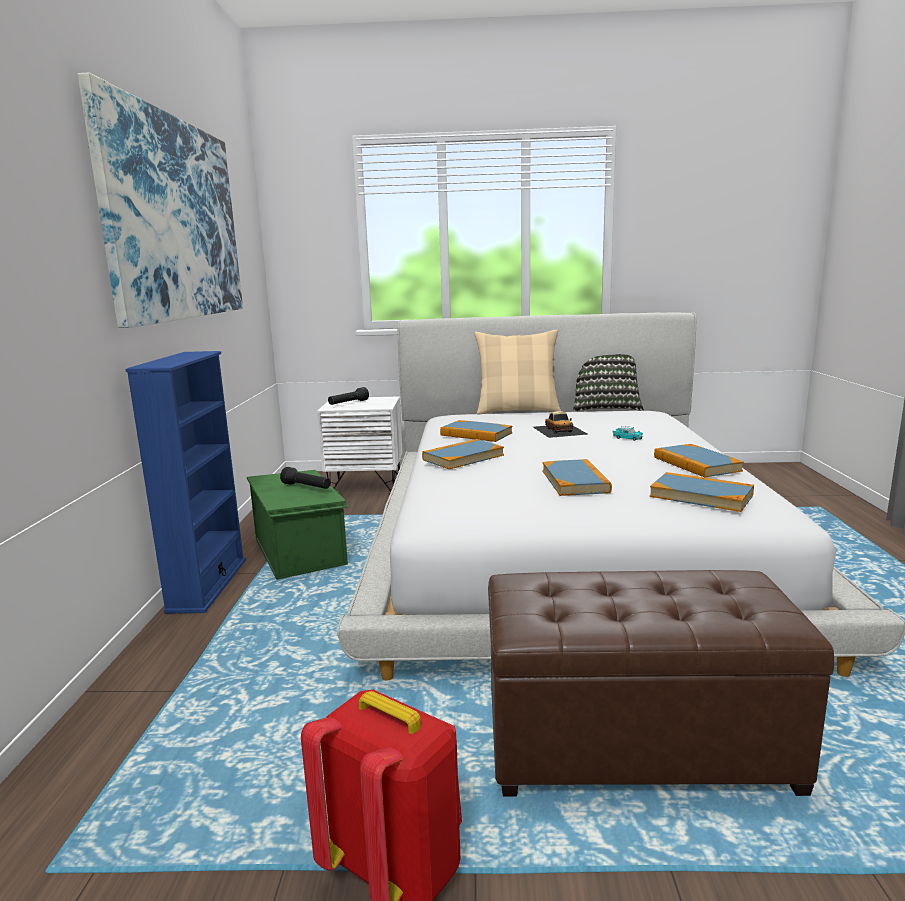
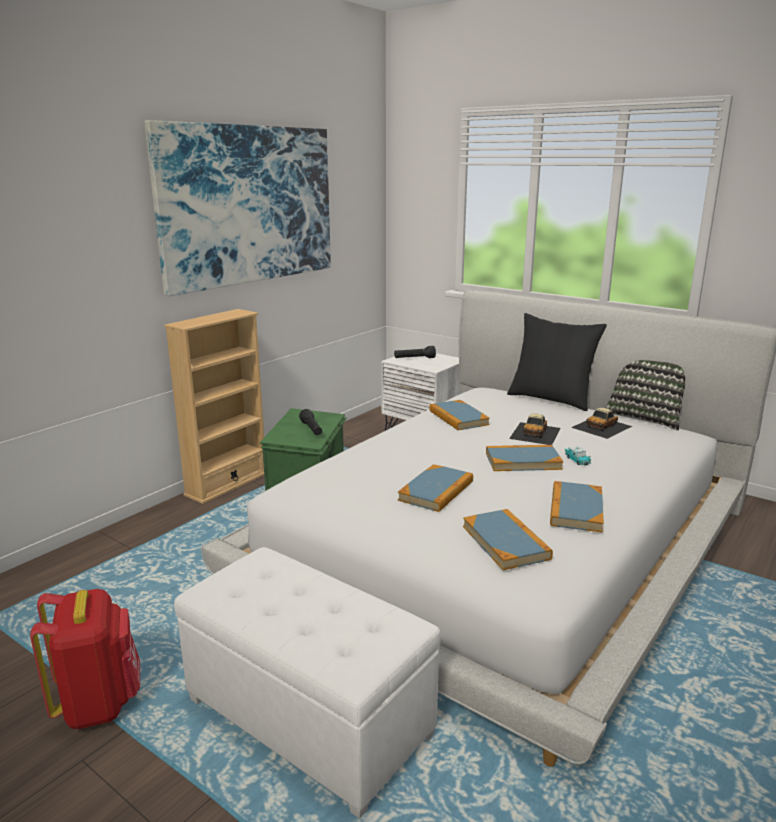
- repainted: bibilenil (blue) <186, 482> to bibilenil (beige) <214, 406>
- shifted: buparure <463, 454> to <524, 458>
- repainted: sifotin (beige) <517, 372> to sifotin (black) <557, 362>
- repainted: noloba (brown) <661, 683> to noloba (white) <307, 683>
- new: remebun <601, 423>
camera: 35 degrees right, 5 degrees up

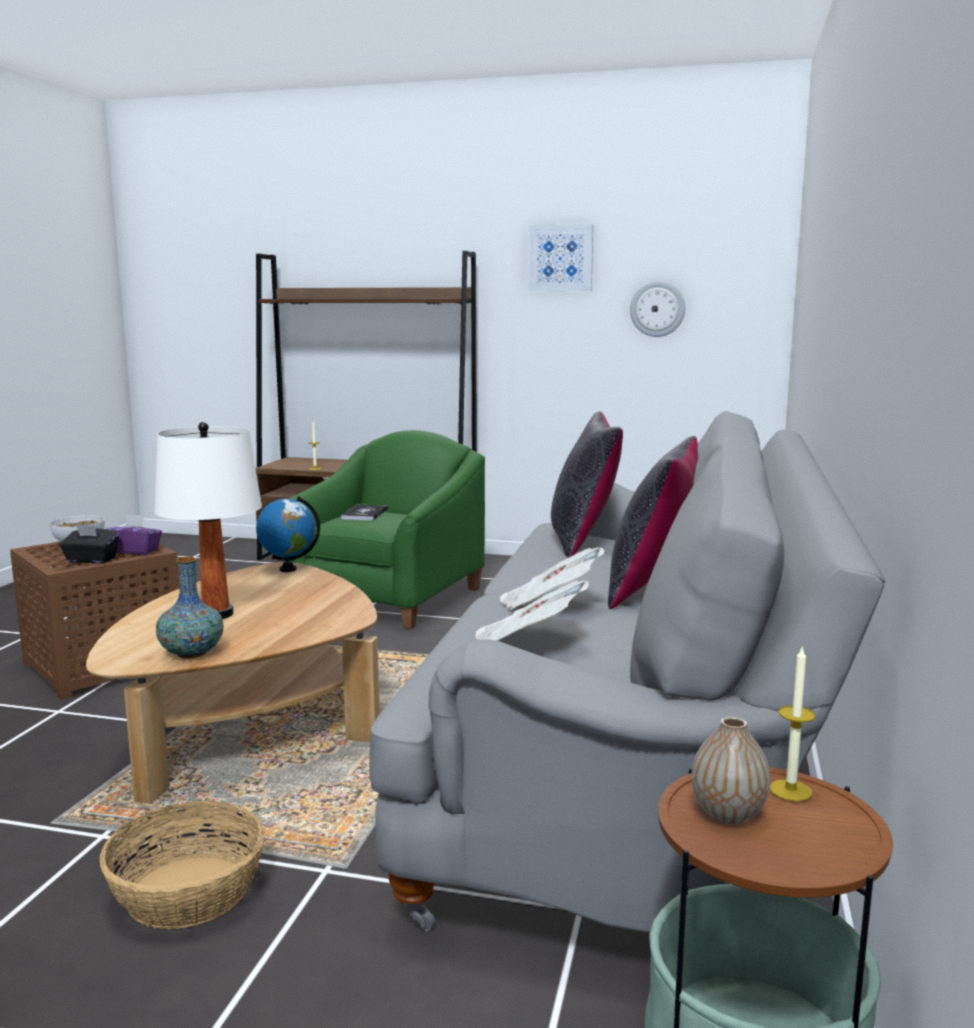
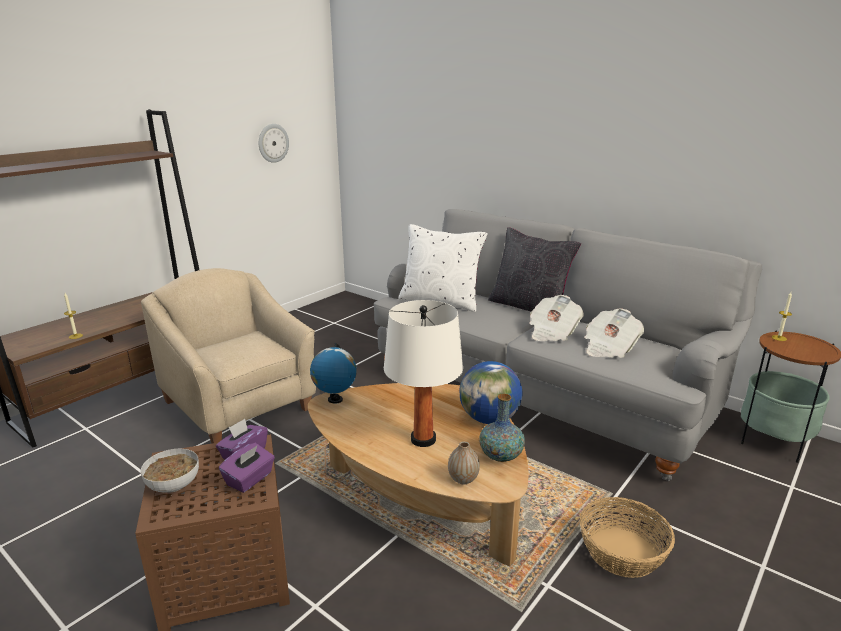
- repainted: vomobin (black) <89, 543> to vomobin (purple) <247, 468>
- repainted: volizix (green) <385, 529> to volizix (beige) <228, 355>
- gone: buparure <364, 512>
- gone: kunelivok <560, 257>
- repainted: sifotin (black) <587, 484> to sifotin (white) <443, 268>
- shifted: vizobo <731, 770> to <464, 462>
- new: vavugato <490, 392>
camera: 65 degrees left, 10 degrees up

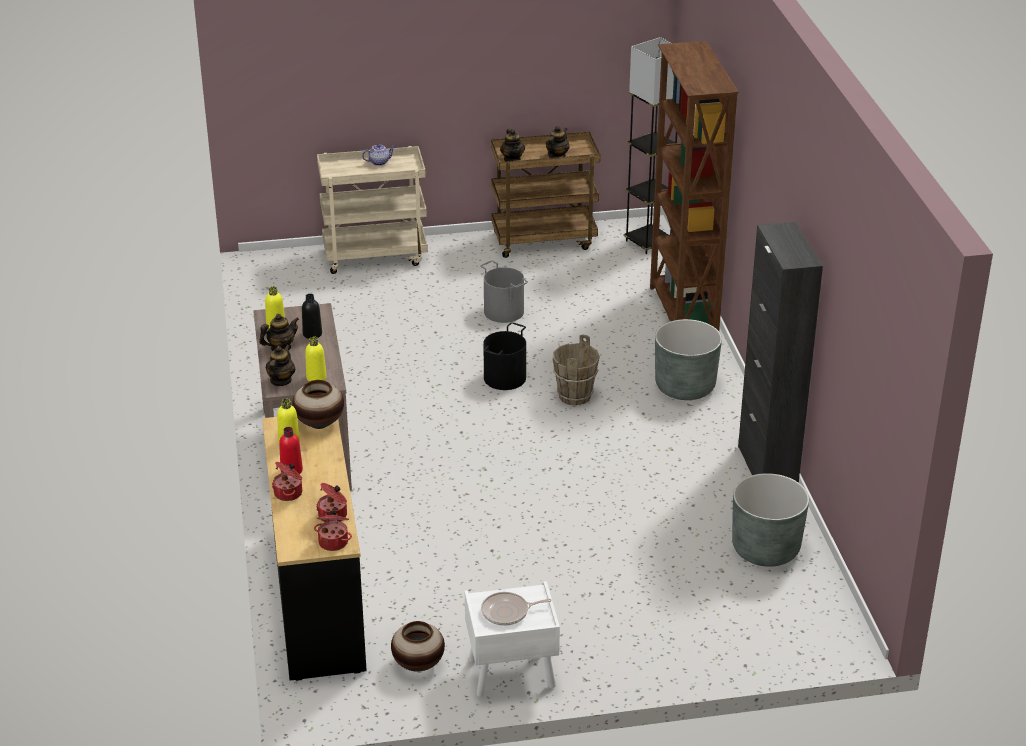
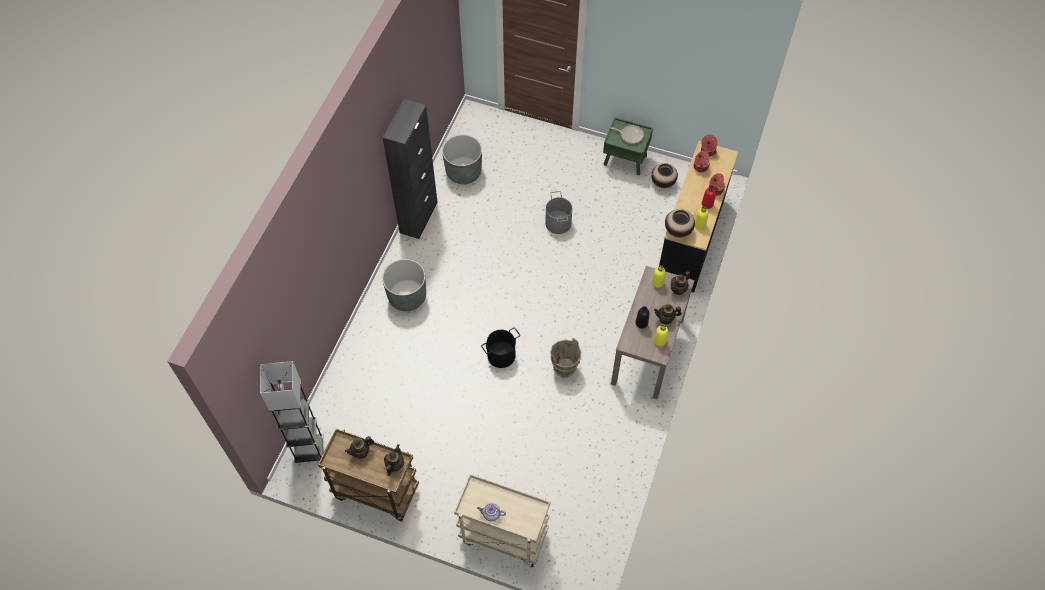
- repainted: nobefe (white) <512, 639> to nobefe (green) <628, 146>
- shifted: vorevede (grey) <504, 291> to <558, 212>
- shifted: vorevede (brown) <576, 370> to <565, 357>
- gone: bibilenil (brown) <694, 186>
camera: 150 degrees left, 25 degrees up

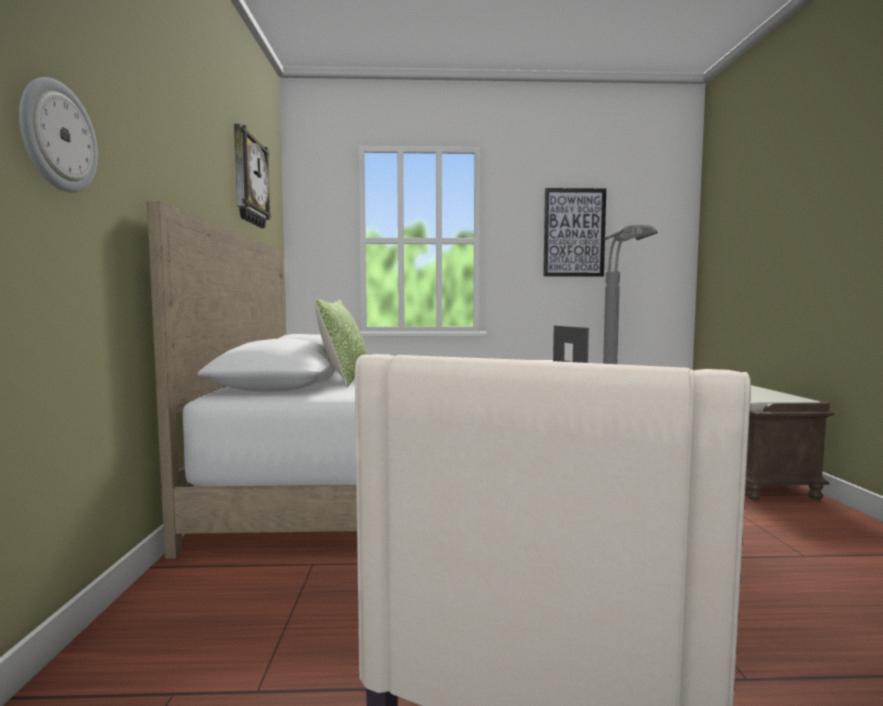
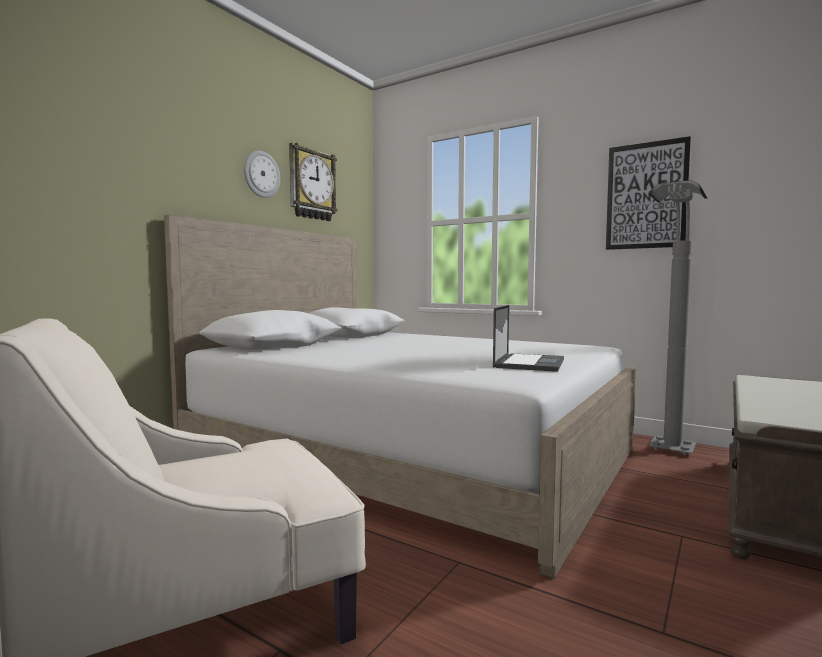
- shifted: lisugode <58, 135> to <262, 174>
- gone: sifotin <340, 342>
camera: 35 degrees right, 0 degrees up

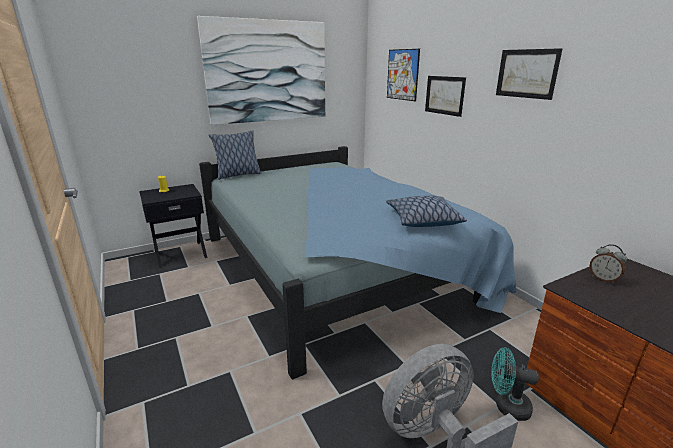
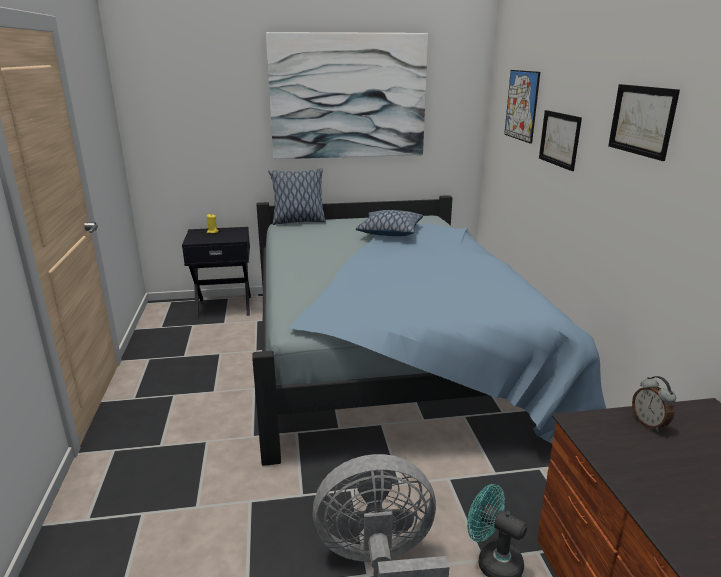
- shifted: sifotin <426, 211> to <389, 223>
camera: 20 degrees right, 0 degrees up

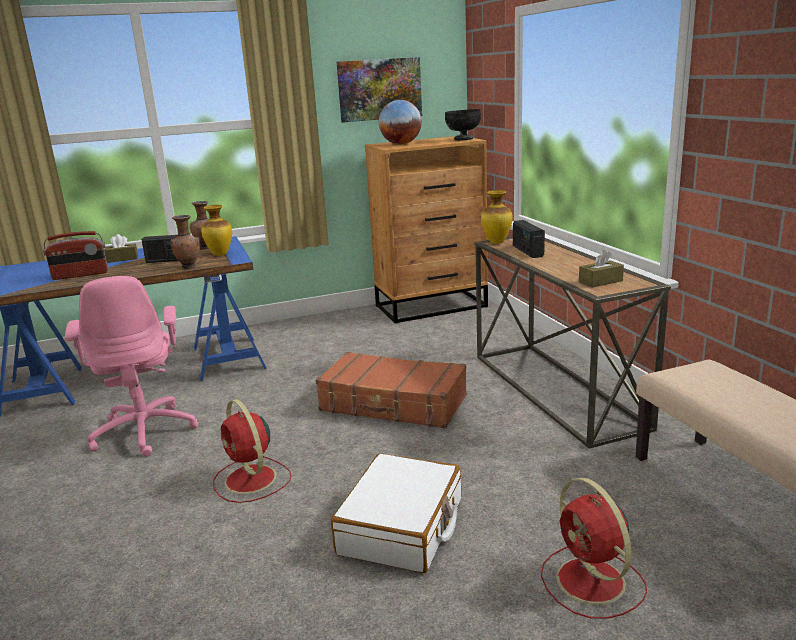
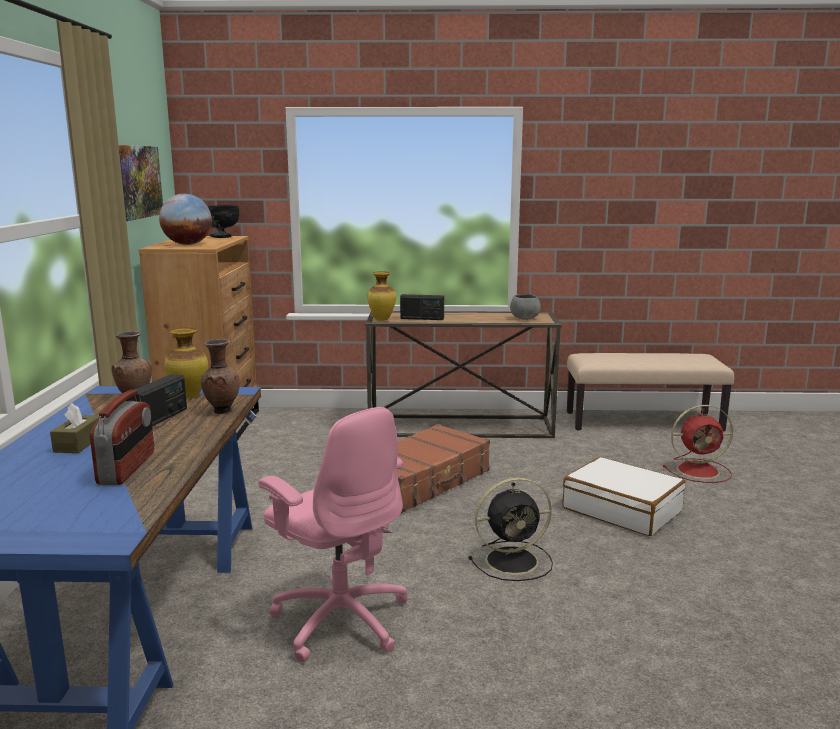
- rotated: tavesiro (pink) <131, 366> = <333, 535> 45 degrees clockwise
- repainted: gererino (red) <252, 451> to gererino (black) <510, 529>
- swapped: vomobin (brown) <601, 269> to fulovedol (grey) <525, 307>
camera: 70 degrees left, 5 degrees down

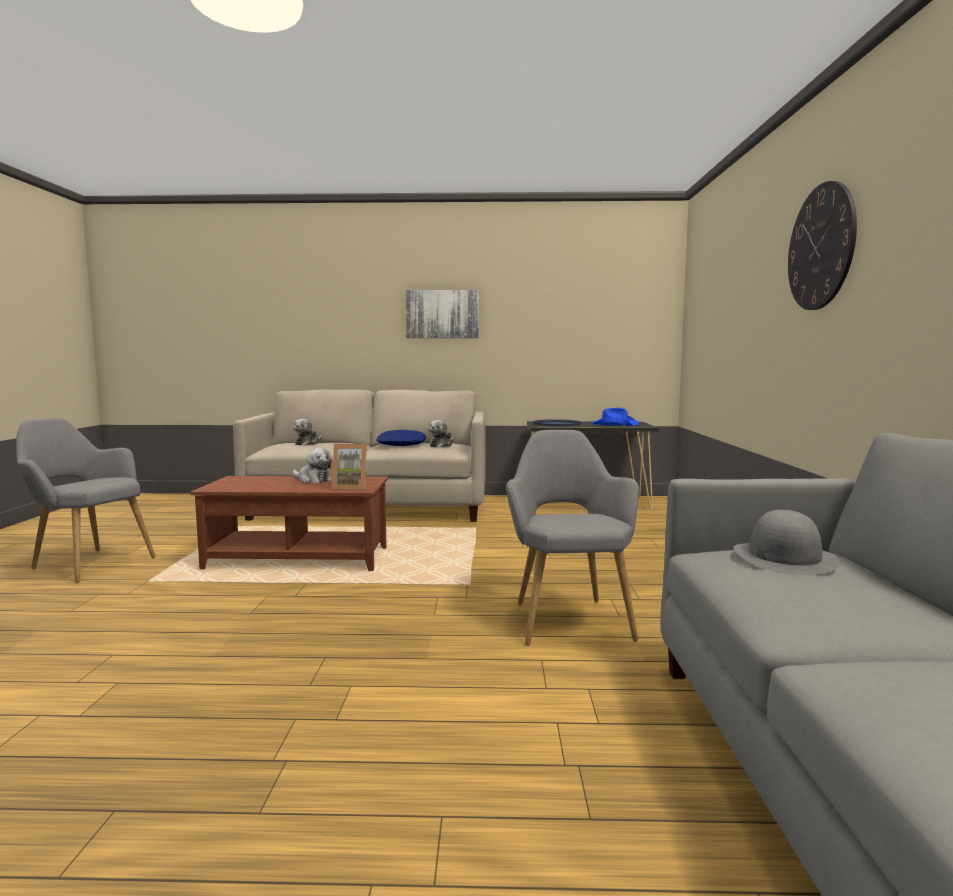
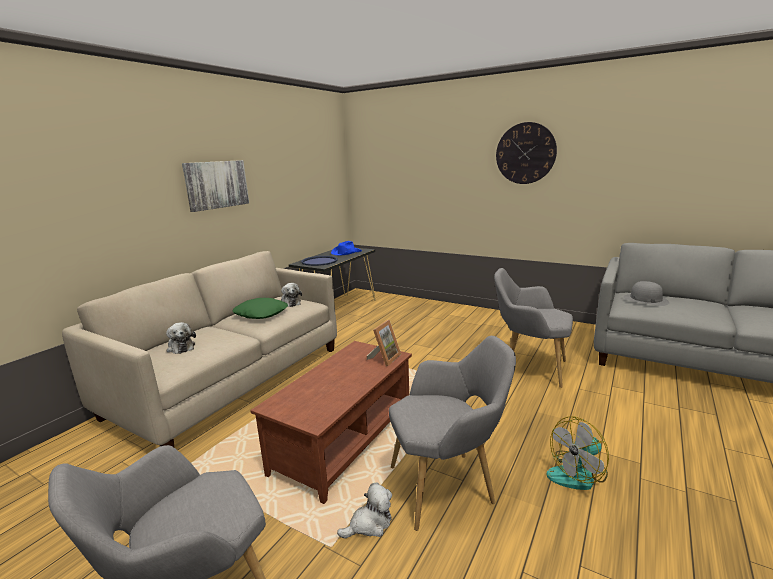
- shifted: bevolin <312, 465> to <364, 510>
- repainted: sifotin (blue) <401, 438> to sifotin (green) <260, 308>
- new: volizix (grey) <452, 433>
- new: gererino <578, 453>
camera: 60 degrees left, 10 degrees up

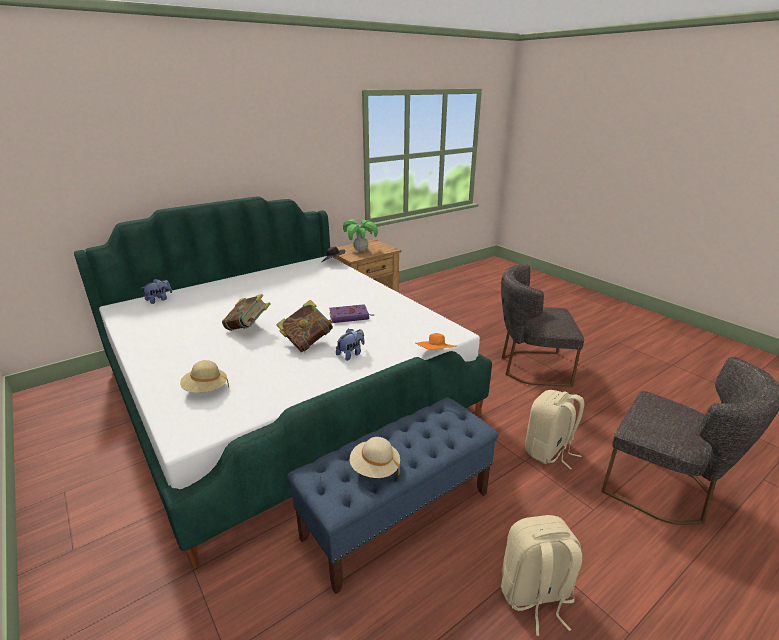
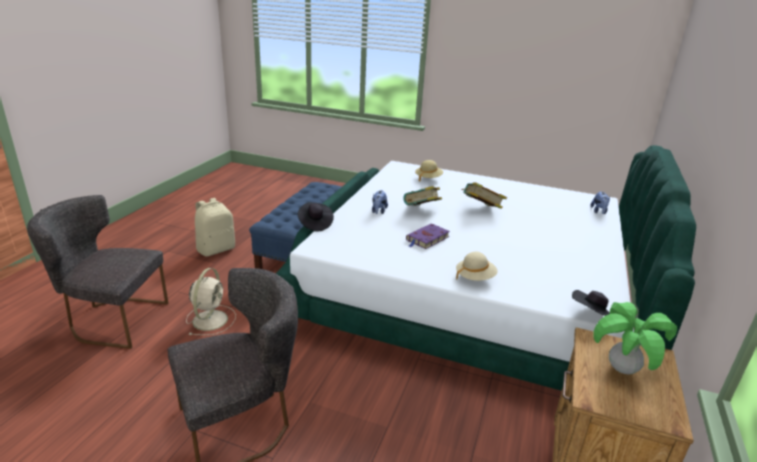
- shifted: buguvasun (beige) <375, 457> to <477, 266>
- repainted: buguvasun (orange) <436, 341> to buguvasun (black) <316, 216>
- swapped: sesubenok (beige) <554, 430> to gererino (beige) <211, 301>
camera: 145 degrees right, 0 degrees up

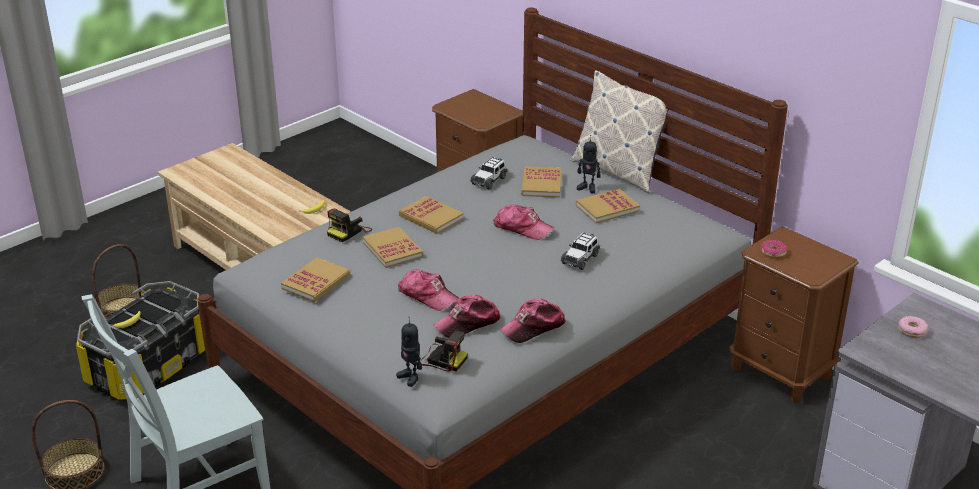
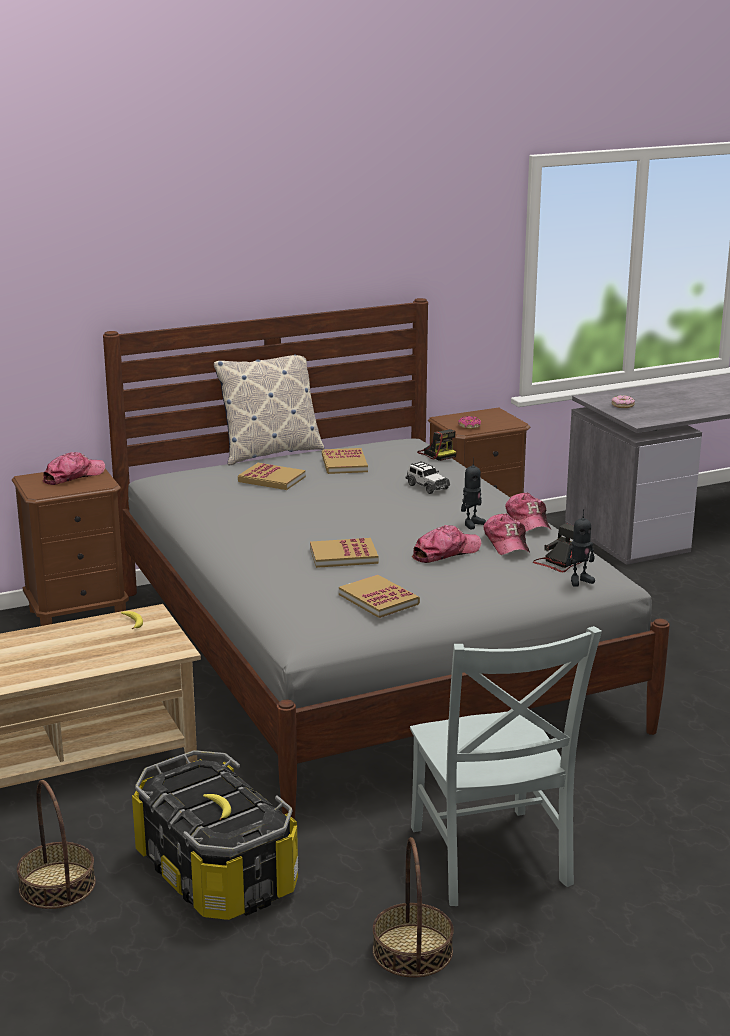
- shifted: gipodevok <349, 225> to <437, 445>
- gone: buparure <431, 215>
- gone: remebun <489, 173>
- shifted: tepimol <523, 222> to <73, 468>
- shifted: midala <589, 164> to <473, 493>
camera: 70 degrees left, 10 degrees down

